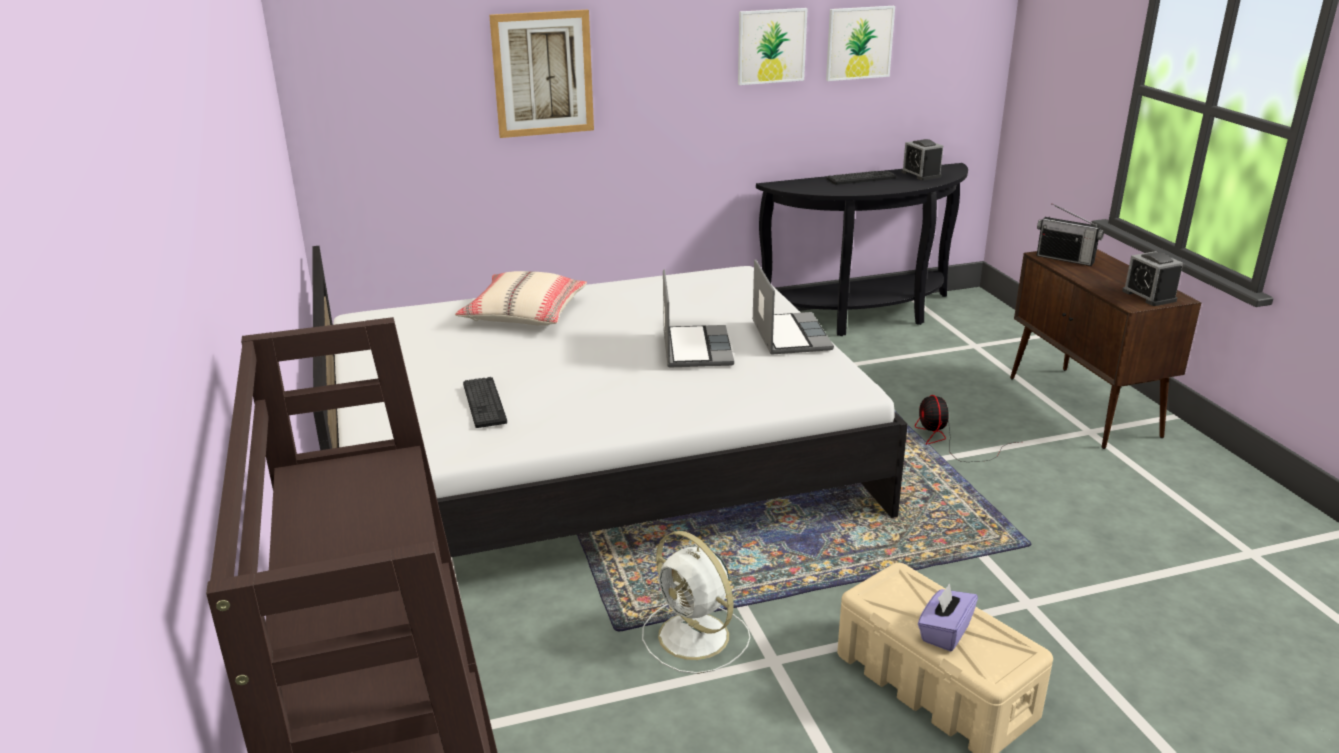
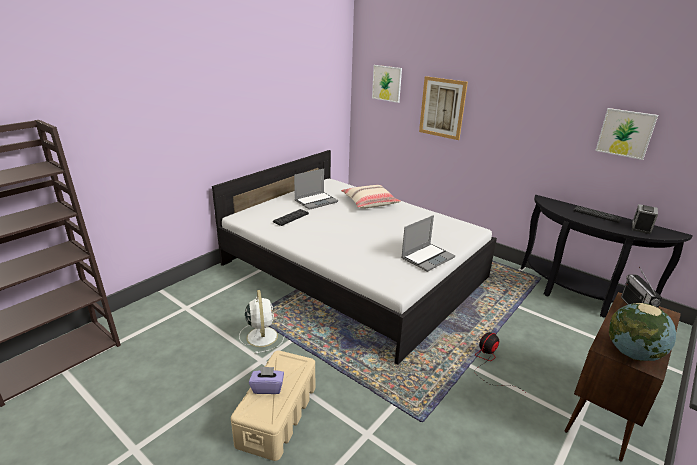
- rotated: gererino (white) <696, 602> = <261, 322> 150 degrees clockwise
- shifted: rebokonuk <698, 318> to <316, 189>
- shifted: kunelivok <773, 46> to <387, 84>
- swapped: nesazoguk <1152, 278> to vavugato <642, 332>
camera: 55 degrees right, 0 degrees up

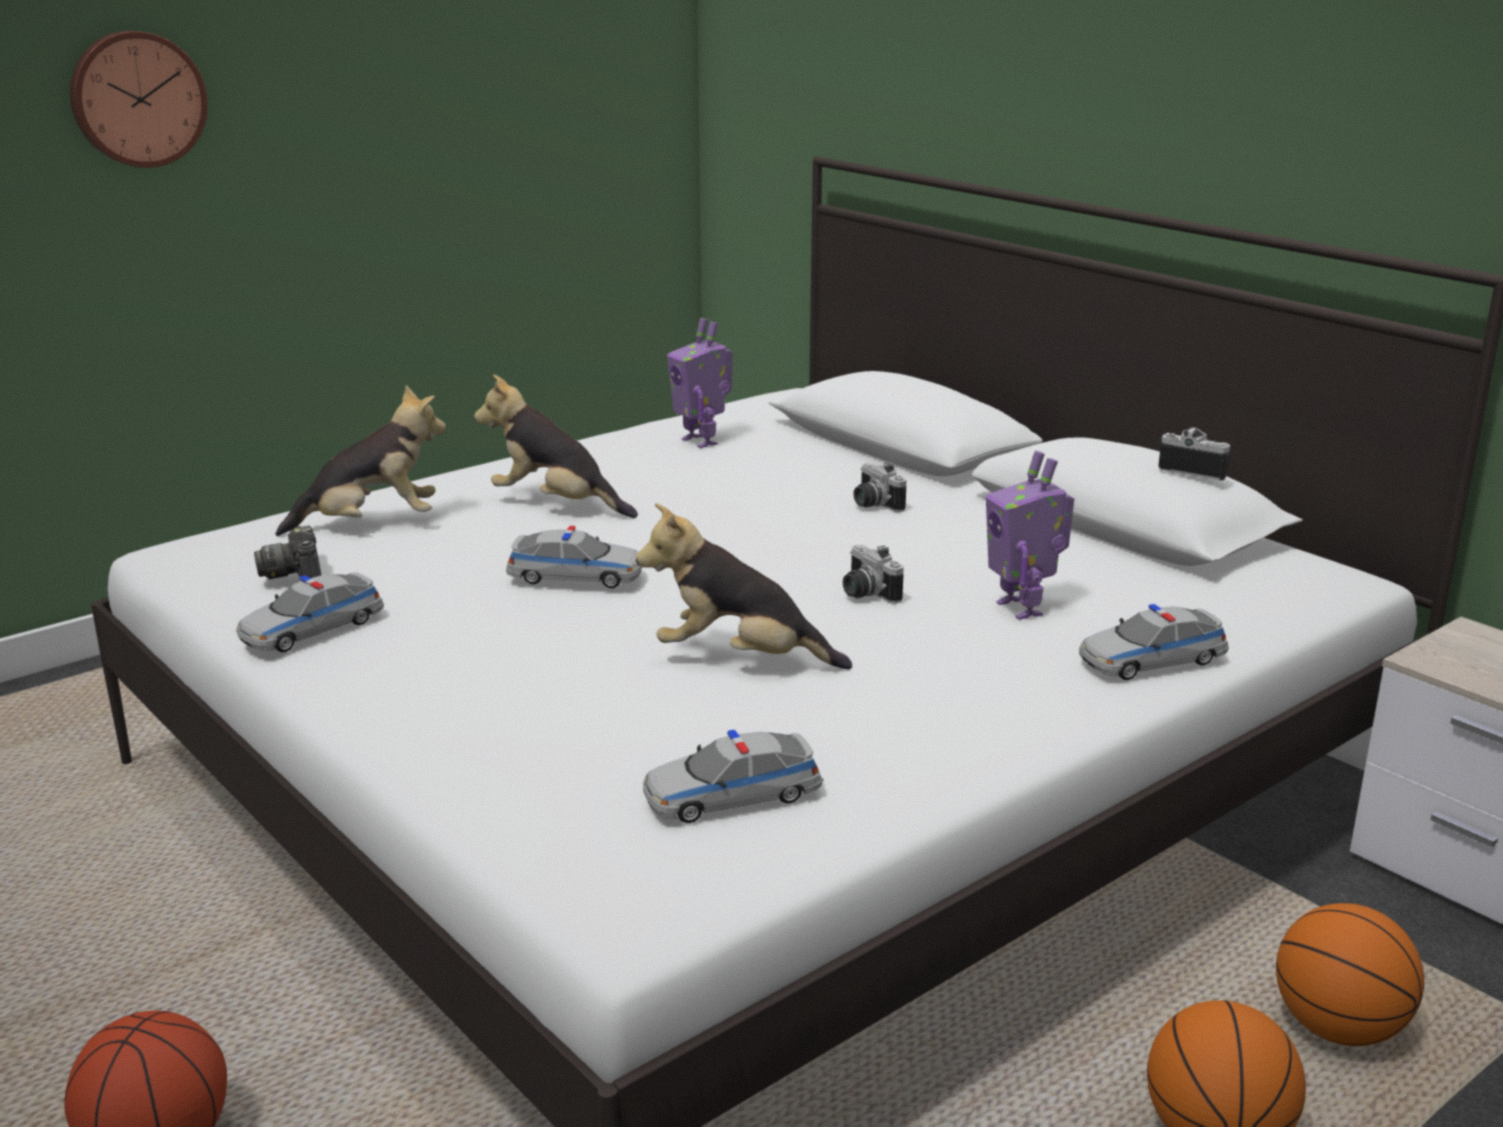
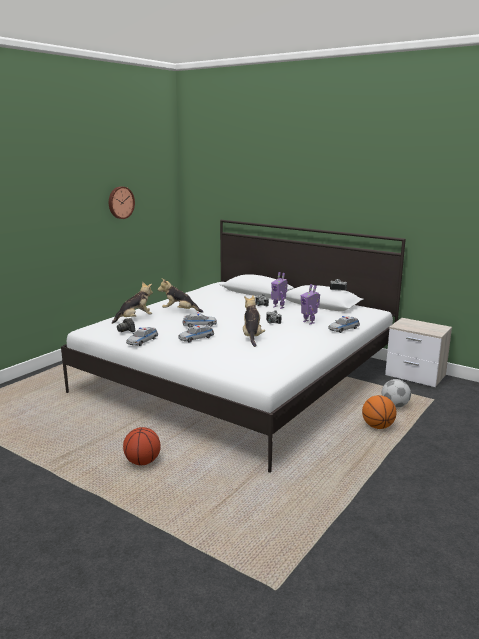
- shifted: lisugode <139, 99> to <122, 202>
- rotated: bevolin <744, 586> = <254, 321> 90 degrees clockwise
- shifted: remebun <733, 776> to <196, 334>
- shifted: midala <700, 383> to <279, 290>
- swapped: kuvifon <1350, 974> to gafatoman <396, 393>
camera: 15 degrees left, 5 degrees down

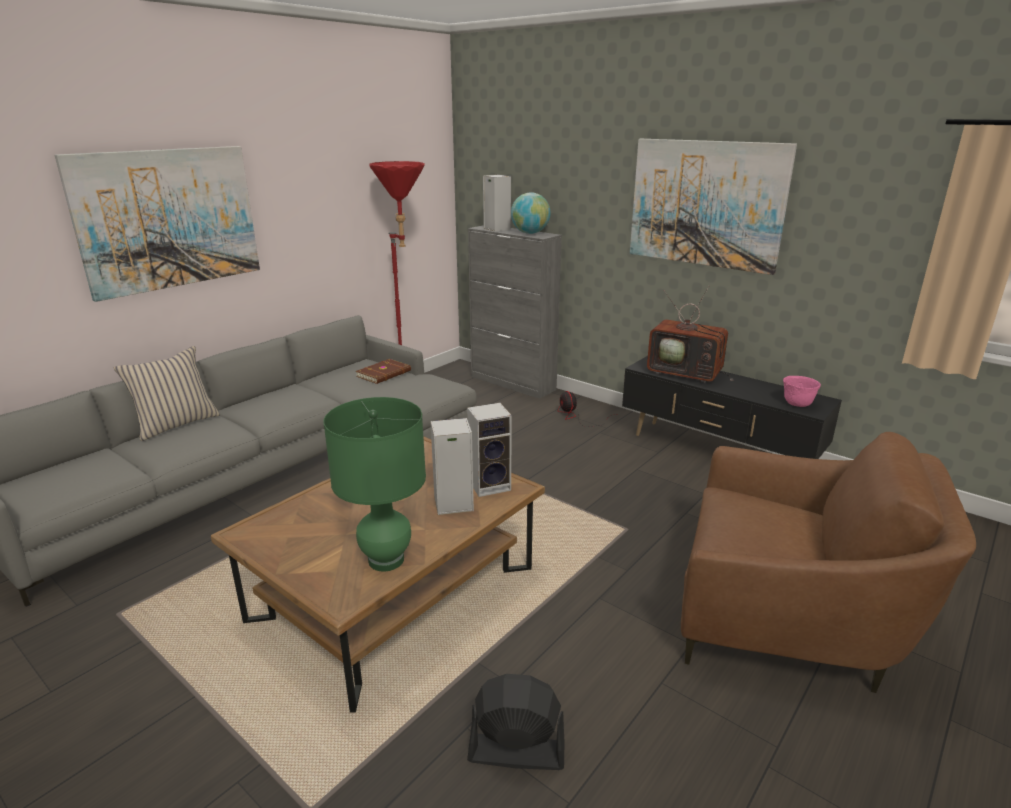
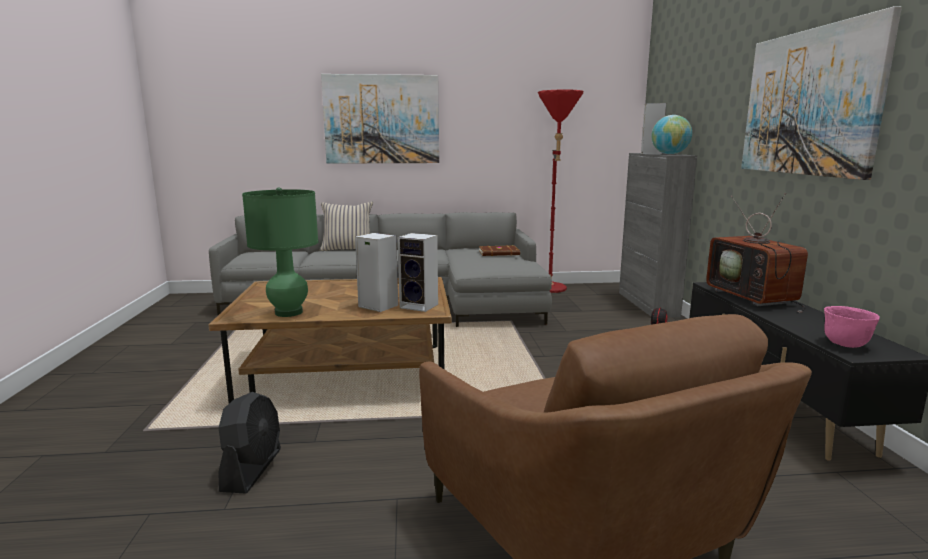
- rotated: gererino (black) <515, 722> = <249, 443> 45 degrees clockwise
camera: 45 degrees right, 10 degrees down

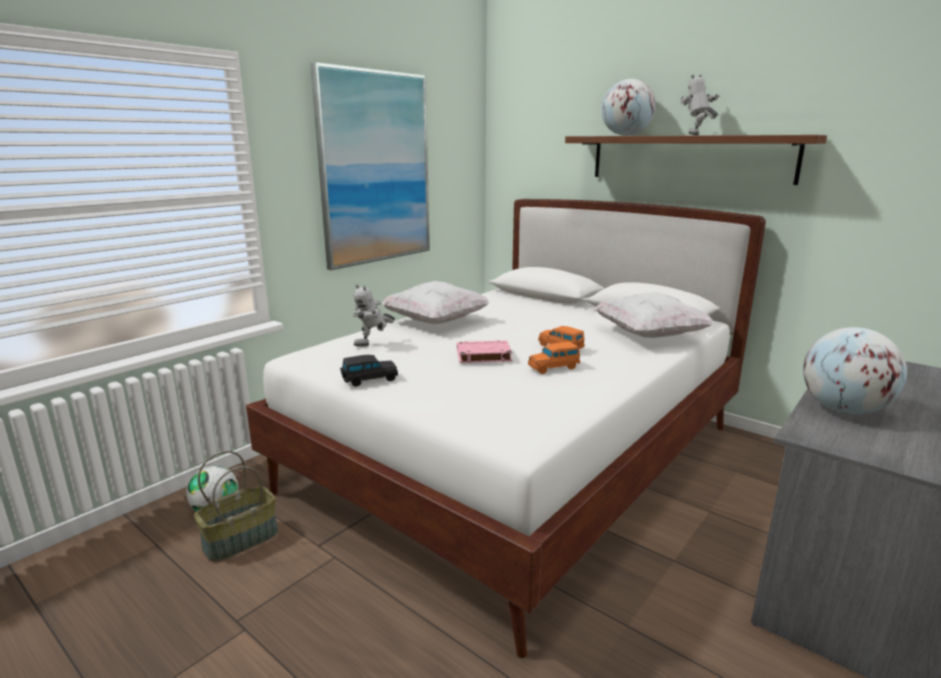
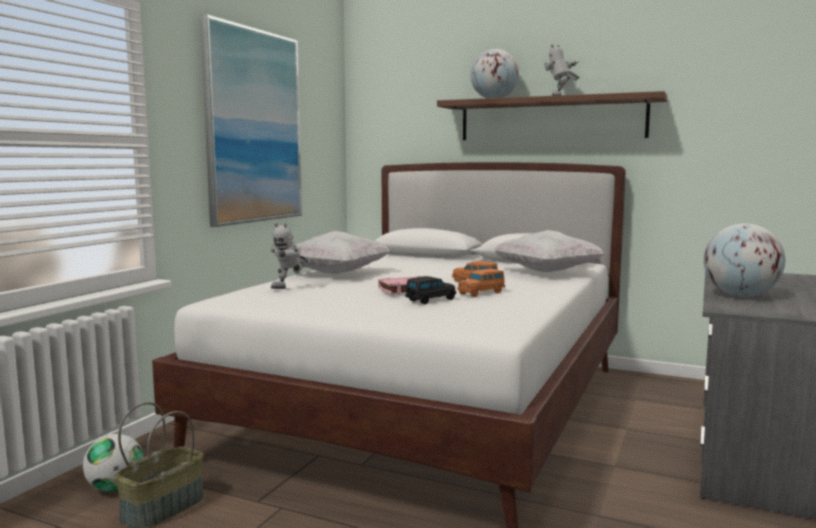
- shifted: remebun (black) <369, 371> to <430, 290>
camera: 15 degrees left, 10 degrees down

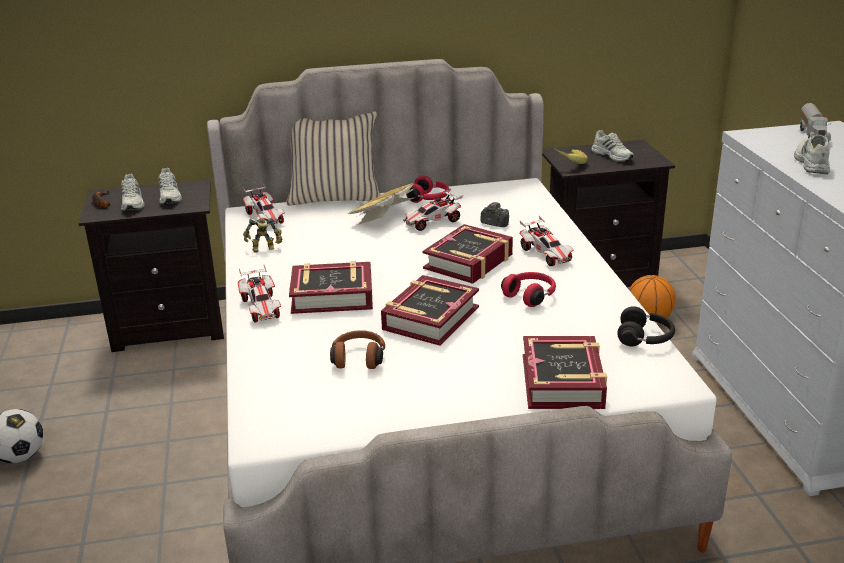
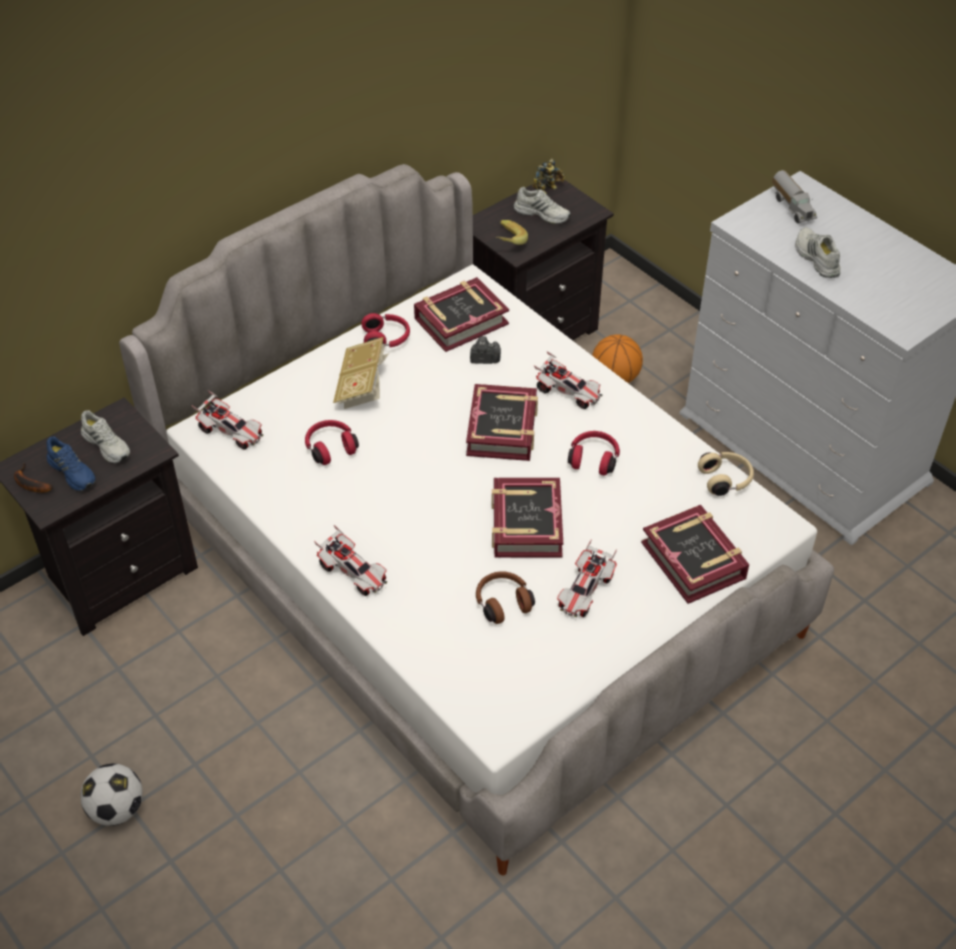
- repainted: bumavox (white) <132, 192> to bumavox (blue) <71, 463>
- shifted: midala <263, 235> to <548, 176>
- gone: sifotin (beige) <333, 158>
- shifted: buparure <331, 287> to <461, 314>
- shifted: remebun <433, 209> to <587, 578>
- repainted: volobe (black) <646, 326> to volobe (beige) <726, 474>
- new: volobe (red) <332, 442>
camera: 30 degrees left, 20 degrees up

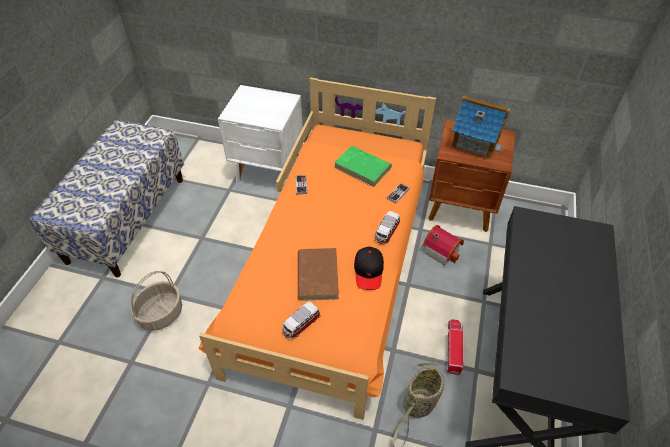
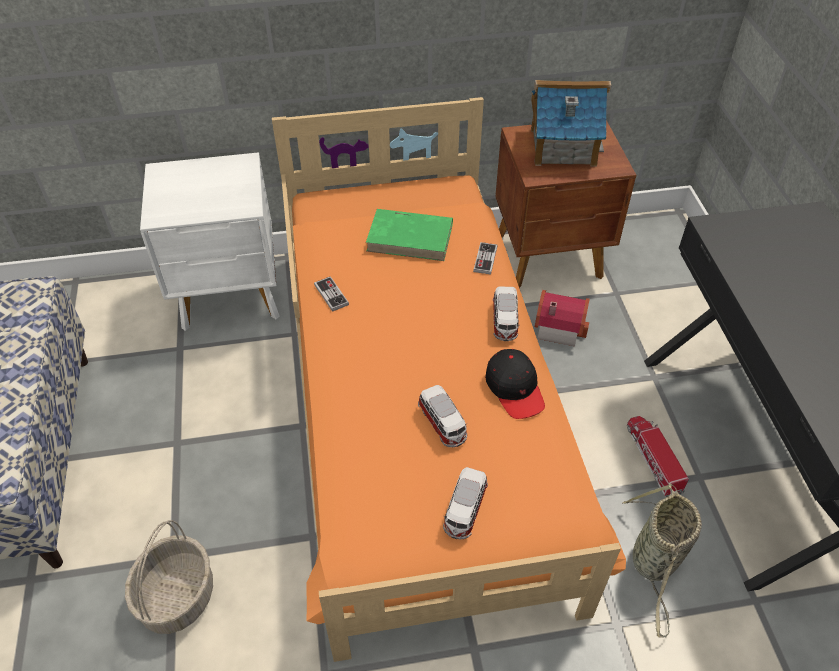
- swapped: buparure (brown) <318, 274> to remebun <442, 416>
camera: 25 degrees left, 0 degrees up

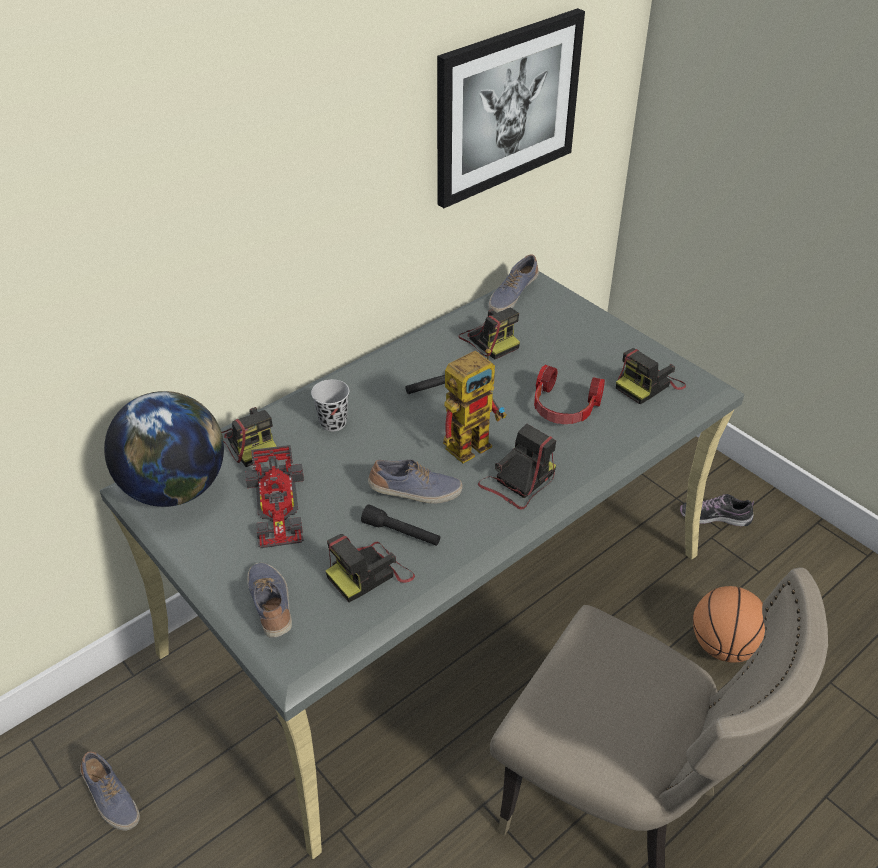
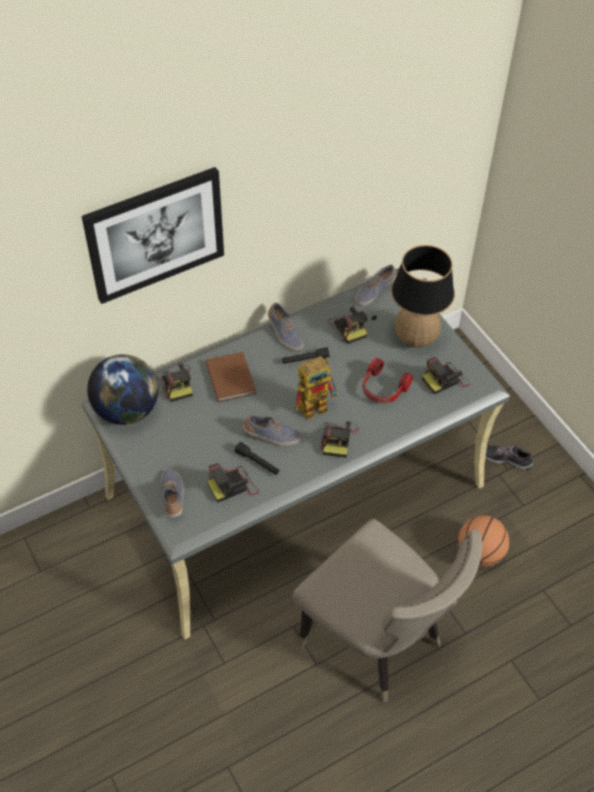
- shifted: bumavox <110, 791> to <286, 327>
- gone: remebun <274, 496>
- swapped: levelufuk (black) <330, 405> to buparure (brown) <231, 377>
- shifted: kunelivok <511, 108> to <153, 235>
- rotated: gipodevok <517, 466> = <340, 439> 135 degrees clockwise
- new: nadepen <413, 296>
camera: 10 degrees right, 10 degrees up

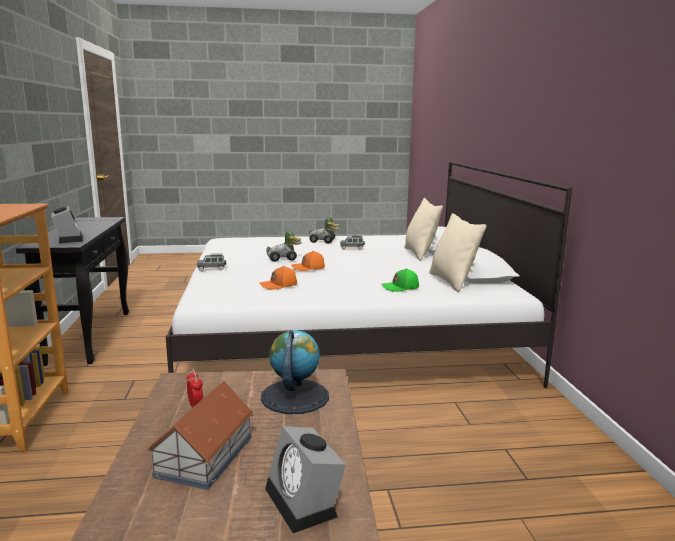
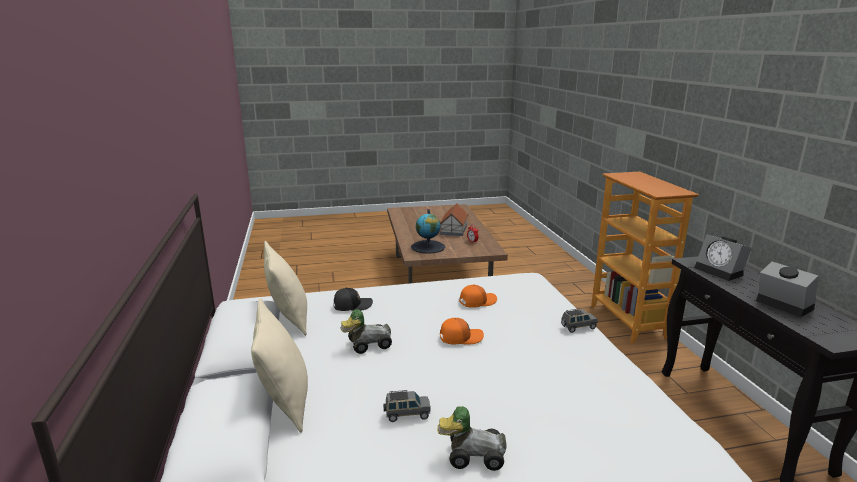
- shifted: nesazoguk <305, 479> to <787, 289>
- shifted: remebun <284, 246> to <366, 331>
- repainted: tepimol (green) <400, 280> to tepimol (black) <353, 299>
camera: 175 degrees right, 5 degrees up

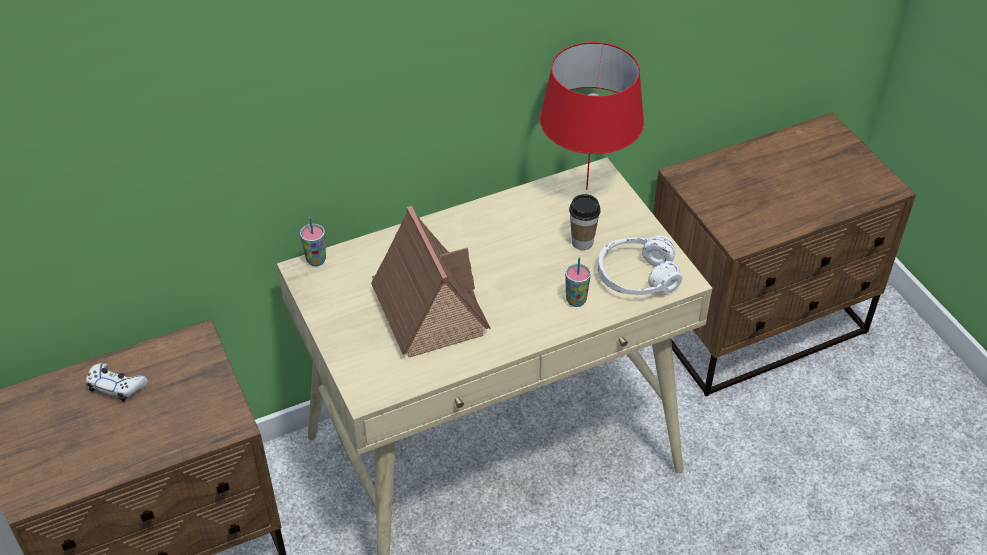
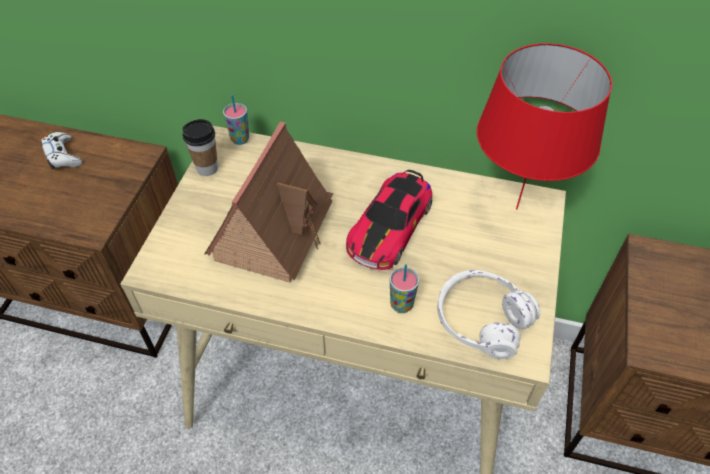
- shifted: levelufuk <585, 222> to <200, 147>
- new: remebun <389, 220>
camera: 40 degrees right, 5 degrees up

